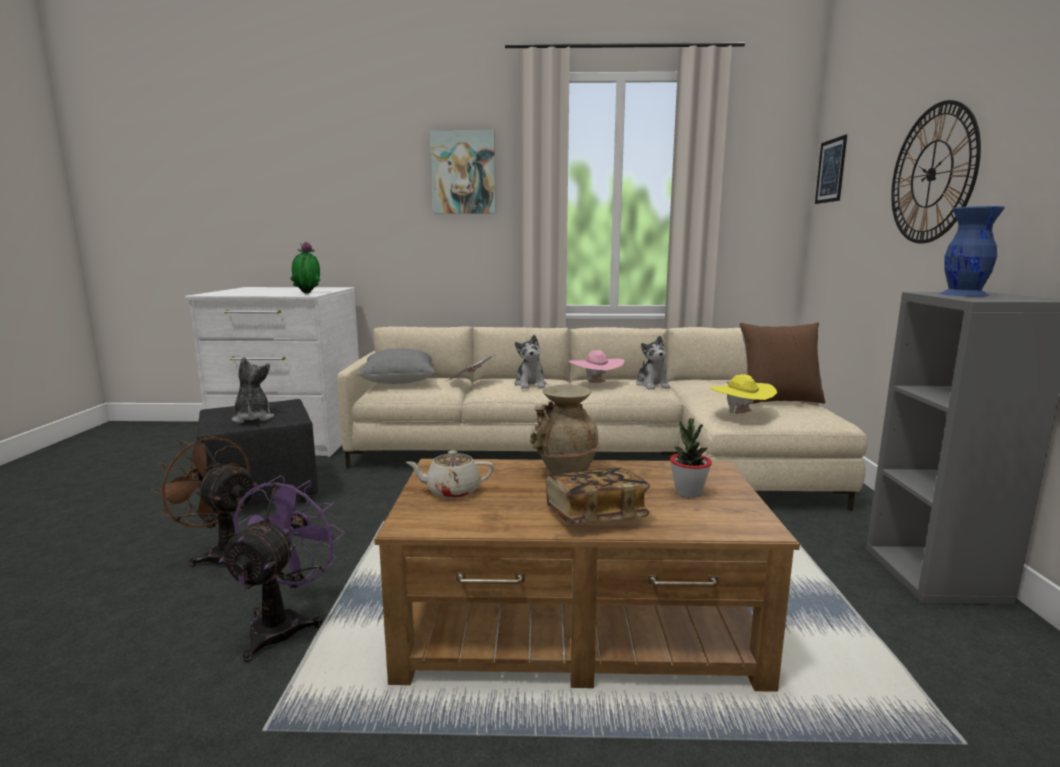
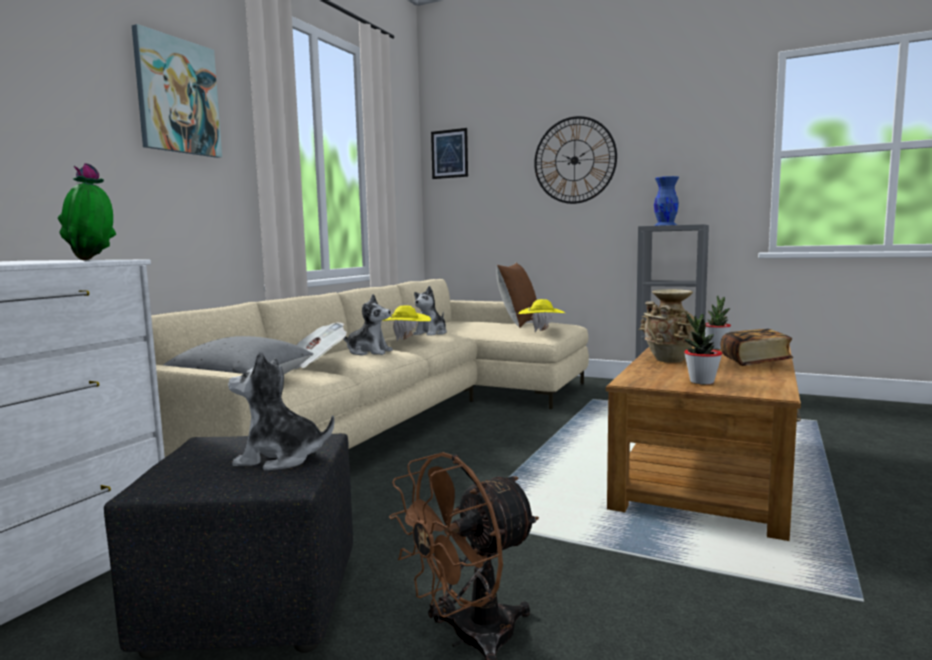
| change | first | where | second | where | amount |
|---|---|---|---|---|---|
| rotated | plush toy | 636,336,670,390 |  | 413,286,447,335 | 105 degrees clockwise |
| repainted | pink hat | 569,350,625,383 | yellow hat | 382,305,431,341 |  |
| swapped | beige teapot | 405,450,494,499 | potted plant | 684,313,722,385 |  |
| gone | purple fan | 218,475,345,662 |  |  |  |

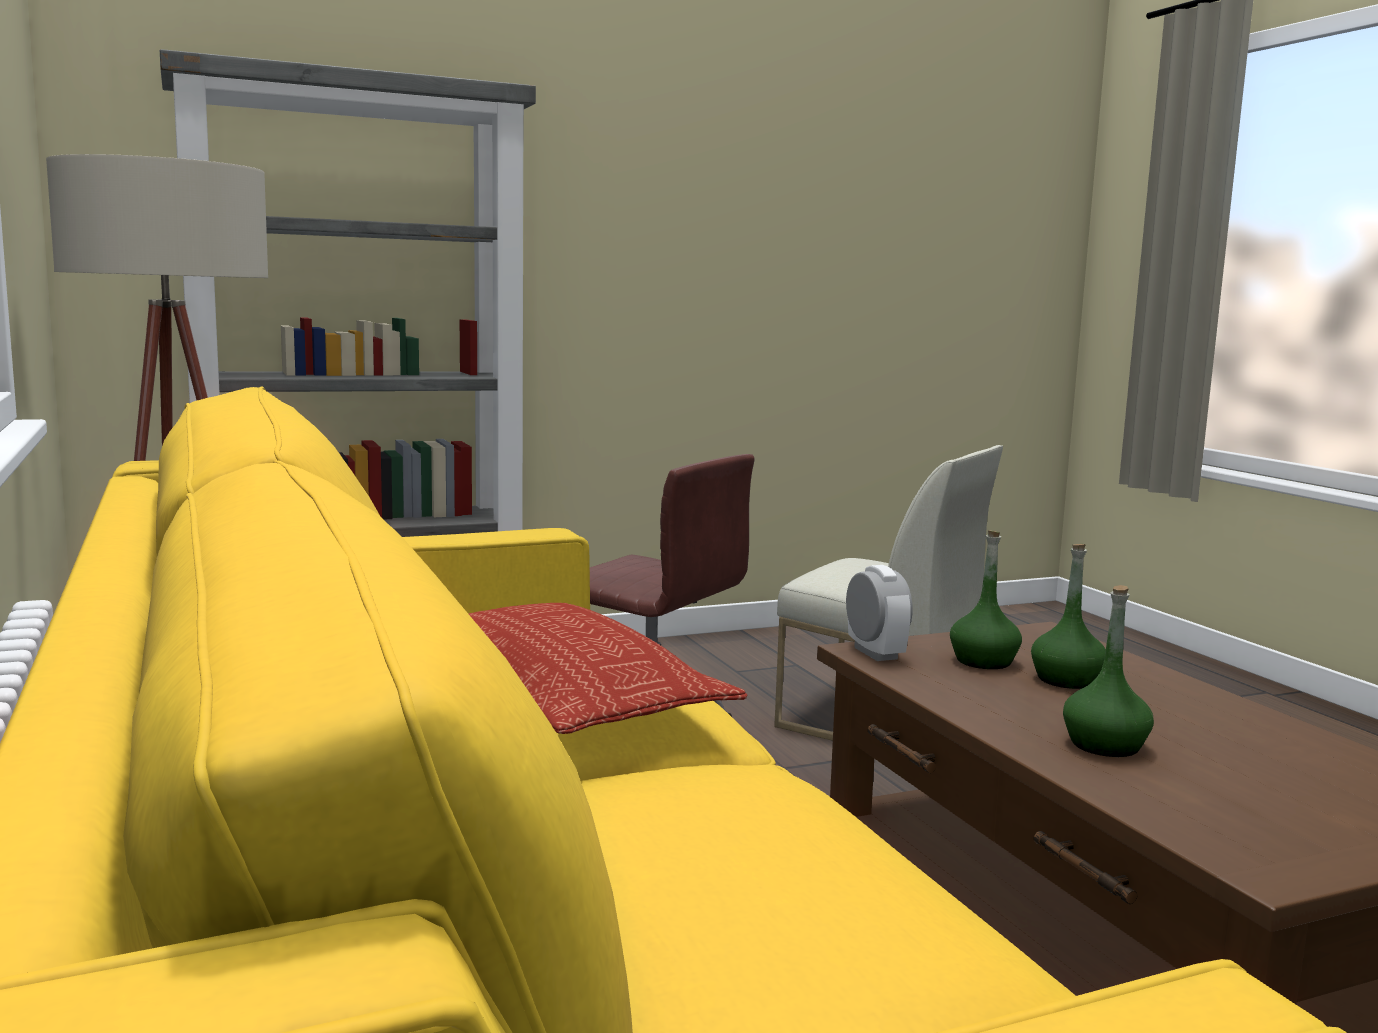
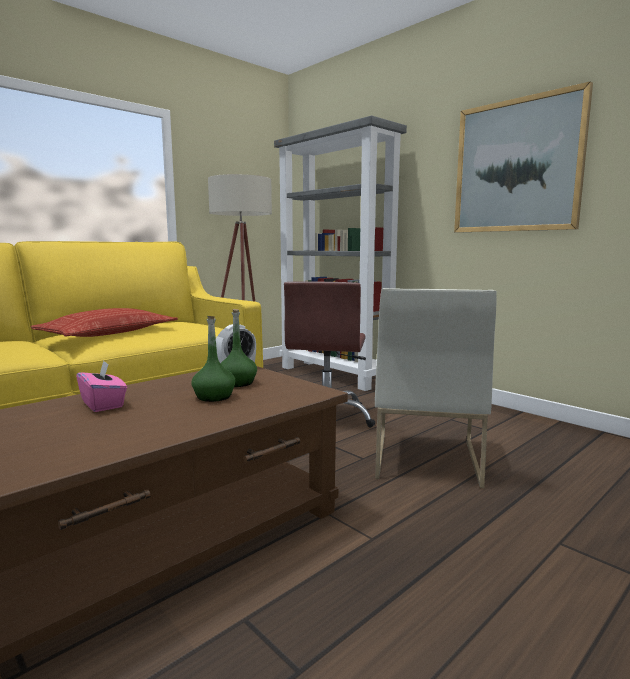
| change | first | where | second | where | amount |
|---|---|---|---|---|---|
| swapped | green bottle | 1063,585,1154,757 | pink tissue box | 76,361,127,412 |  |
| new |  |  | picture | 454,81,593,232 |  |

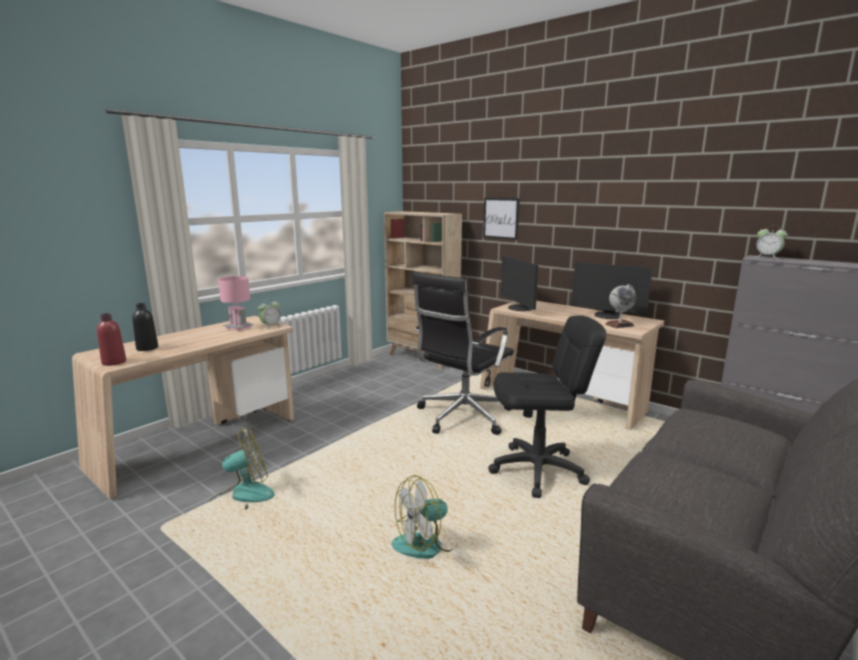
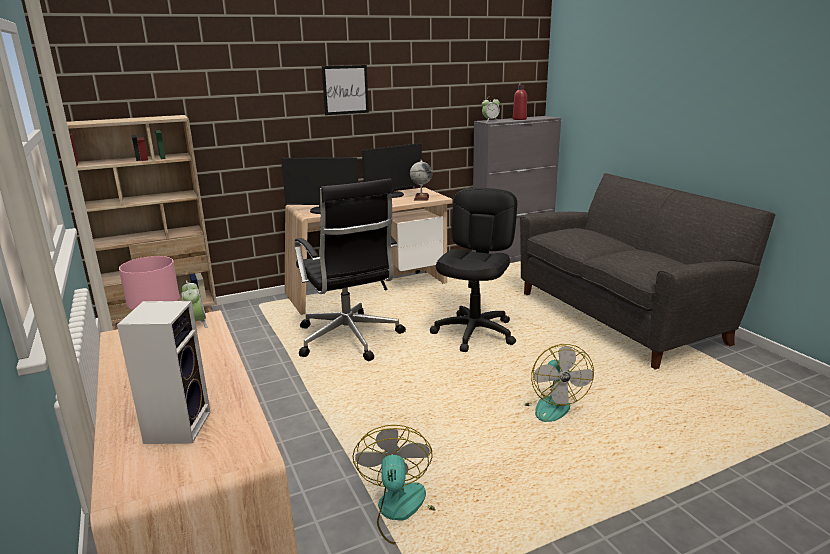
| change | first | where | second | where | amount |
|---|---|---|---|---|---|
| shifted | picture | 483,198,520,240 |  | 322,65,369,115 |  |
| swapped | black bottle | 132,303,158,351 | speaker | 117,301,211,444 |  |
| shifted | red bottle | 97,313,126,366 |  | 513,85,527,120 |  |

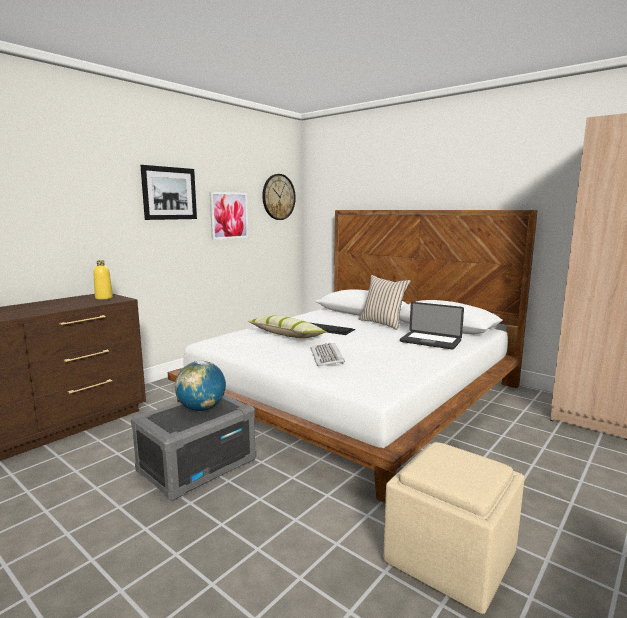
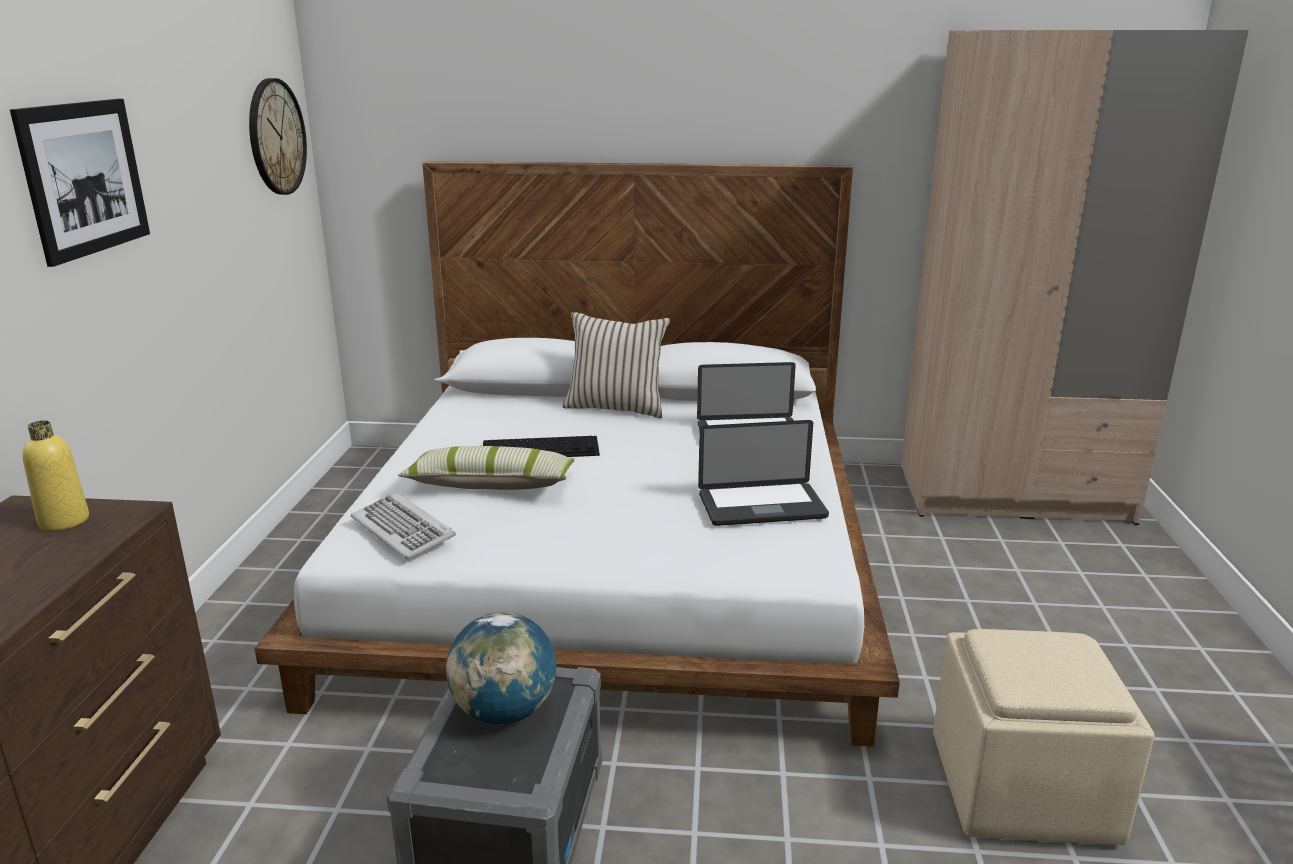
| change | first | where | second | where | amount |
|---|---|---|---|---|---|
| gone | picture | 210,192,248,240 |  |  |  |
| shifted | keyboard | 311,343,345,366 |  | 351,493,456,559 |  |
| new |  |  | laptop | 698,420,829,526 |  |

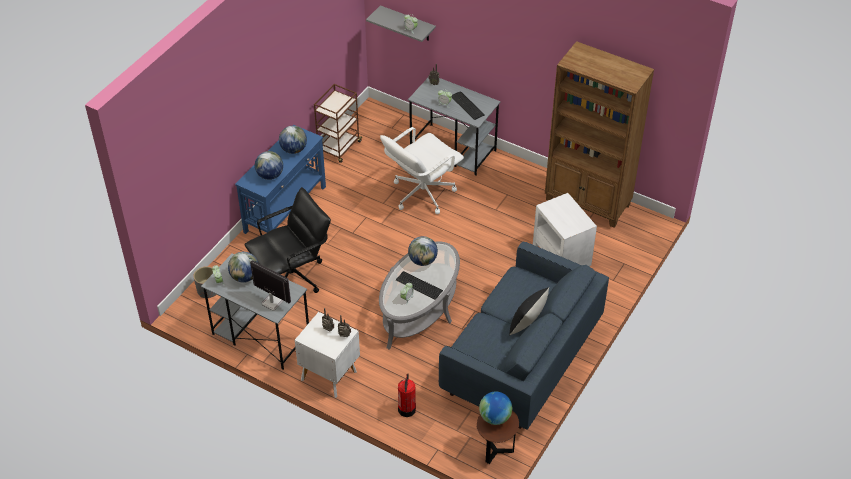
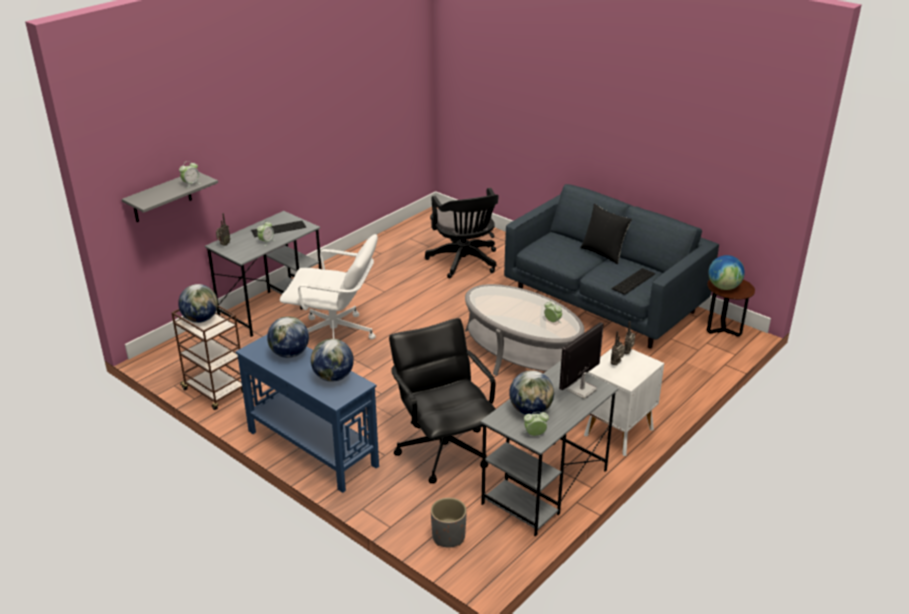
| change | first | where | second | where | amount |
|---|---|---|---|---|---|
| gone | brown bookcase | 545,41,654,228 |  |  |  |
| rotated | white office chair | 380,127,464,214 |  | 280,234,378,340 | 45 degrees counterclockwise |
| swapped | white side table | 533,193,597,266 | black office chair | 425,188,499,278 |  |
| shifted | globe | 408,236,438,266 |  | 178,284,218,323 |  |
| shifted | keyboard | 396,271,443,300 |  | 611,268,655,295 |  |
| gone | fire extinguisher | 398,373,416,417 |  |  |  |

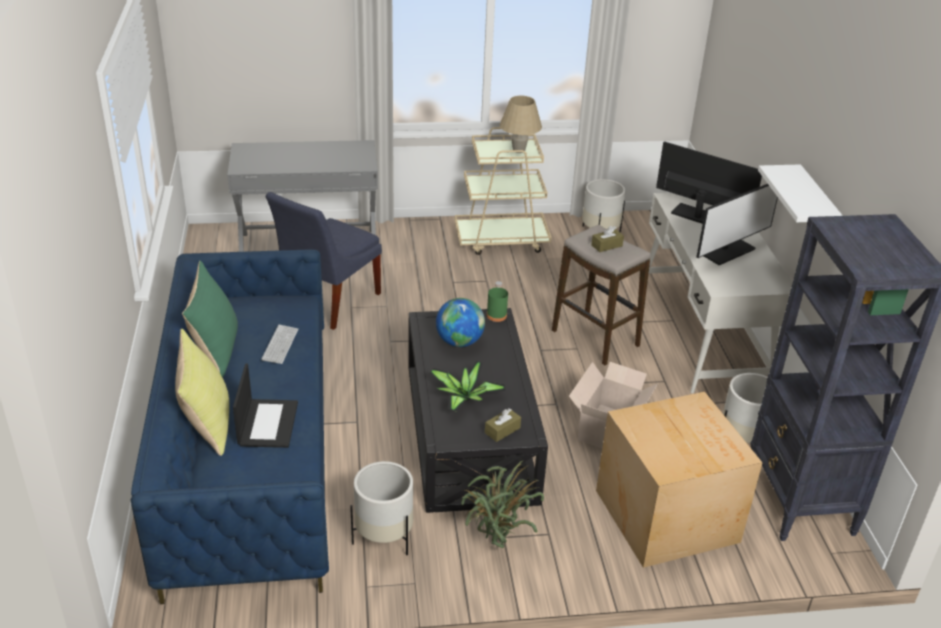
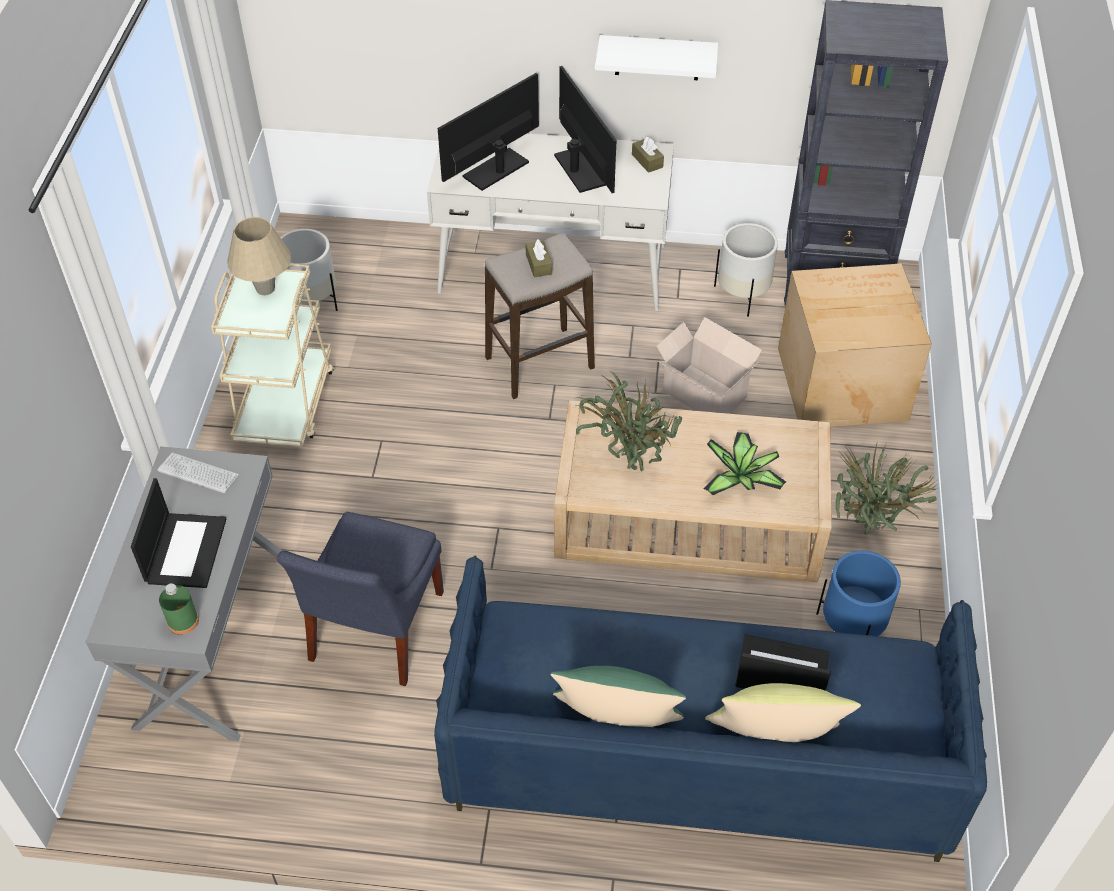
| change | first | where | second | where | amount |
|---|---|---|---|---|---|
| rotated | blue chair | 266,192,382,330 |  | 277,512,444,686 | 60 degrees clockwise |
| shifted | green bottle | 487,281,508,322 |  | 159,583,199,635 |  |
| swapped | globe | 436,298,485,347 | potted plant | 574,369,682,471 |  |
| repainted | black coffee table | 408,308,548,513 | beige coffee table | 554,400,832,582 |  |
| shifted | keyboard | 261,325,298,364 |  | 157,453,239,493 |  |
| shifted | brown tissue box | 485,408,521,442 |  | 632,137,664,173 |  |
| repainted | white planter | 350,461,413,555 | blue planter | 816,551,901,636 |  |
| new |  |  | laptop | 131,478,226,588 |  |

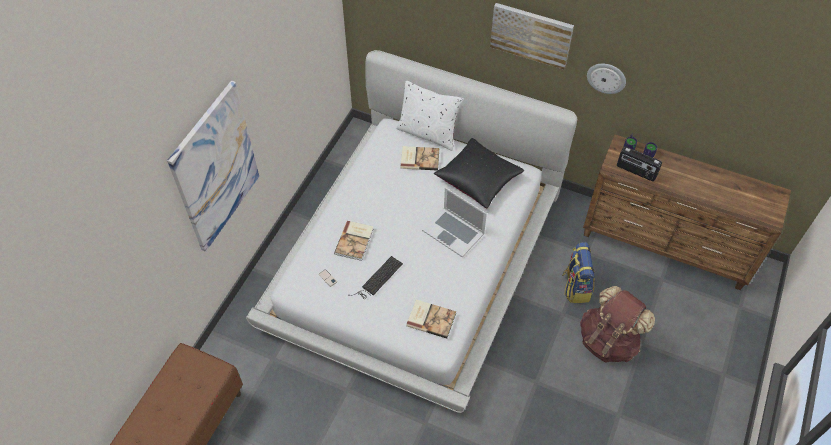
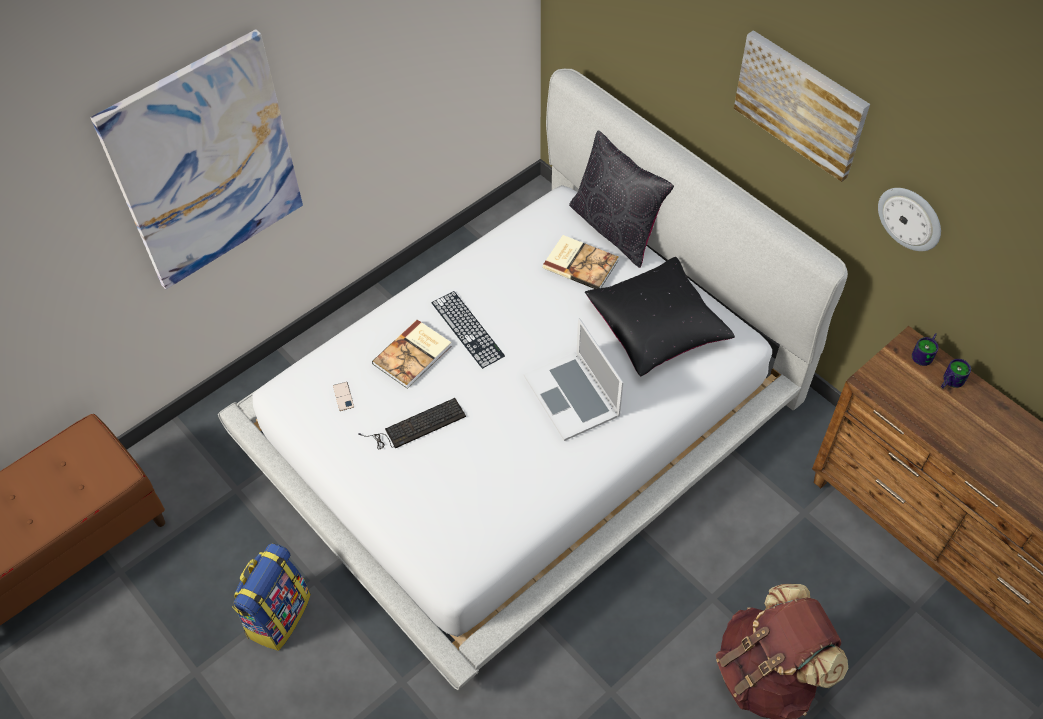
| change | first | where | second | where | amount |
|---|---|---|---|---|---|
| repainted | white pillow | 396,81,464,151 | black pillow | 569,131,674,268 |  |
| gone | radio | 617,146,662,181 |  |  |  |
| shifted | backpack | 562,242,595,303 |  | 232,543,311,651 |  |
| gone | book | 406,299,456,339 |  |  |  |
| new |  |  | keyboard | 432,291,505,369 |  |

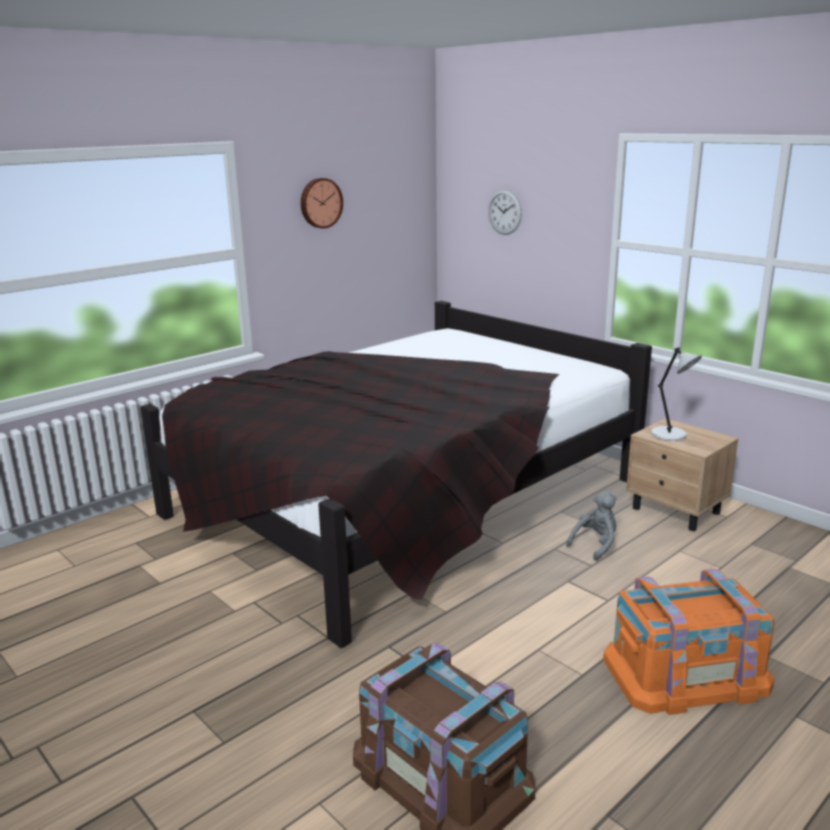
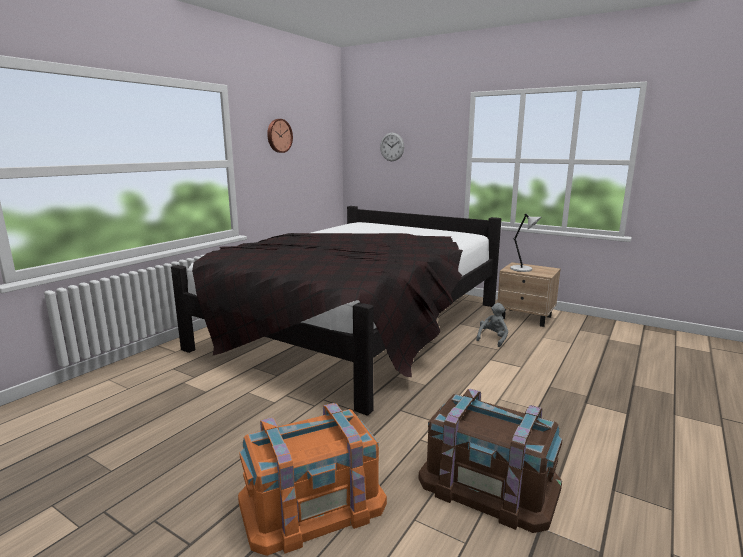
| change | first | where | second | where | amount |
|---|---|---|---|---|---|
| shifted | orange storage box | 603,569,774,715 |  | 238,403,387,556 |  |

